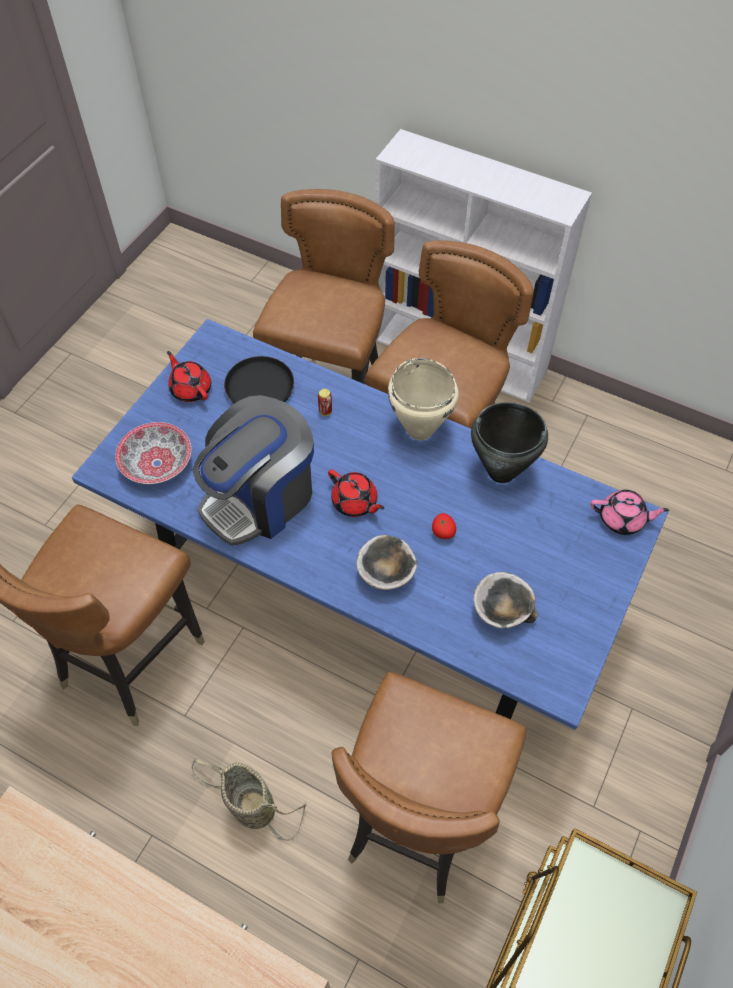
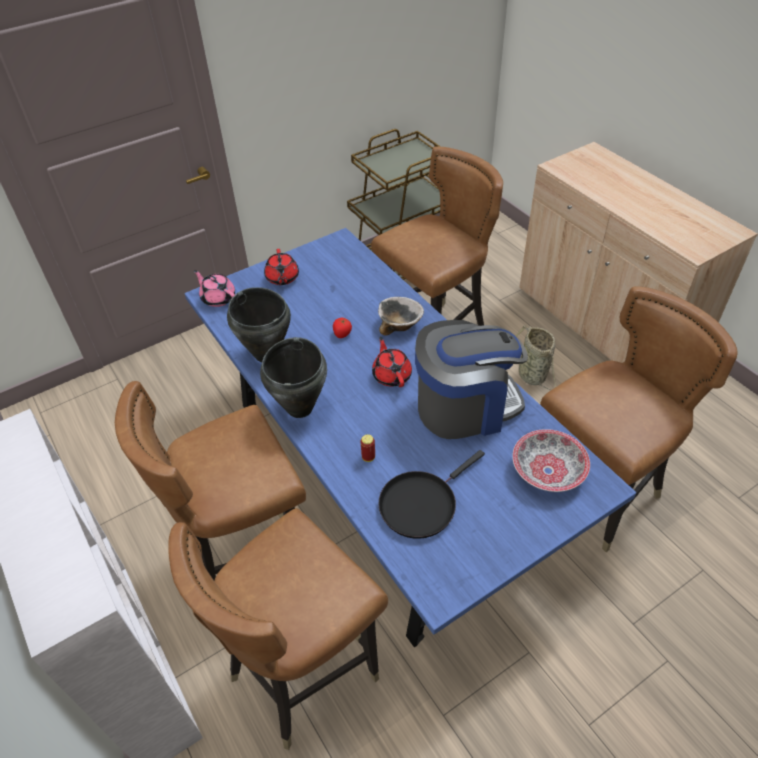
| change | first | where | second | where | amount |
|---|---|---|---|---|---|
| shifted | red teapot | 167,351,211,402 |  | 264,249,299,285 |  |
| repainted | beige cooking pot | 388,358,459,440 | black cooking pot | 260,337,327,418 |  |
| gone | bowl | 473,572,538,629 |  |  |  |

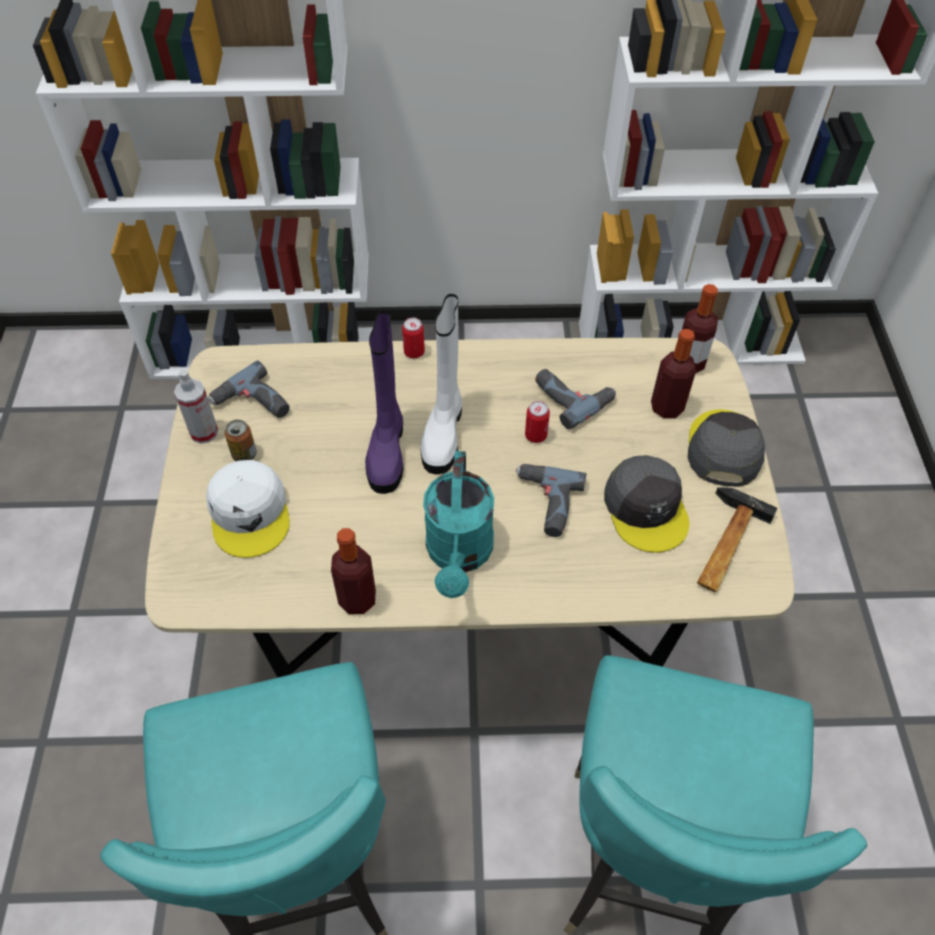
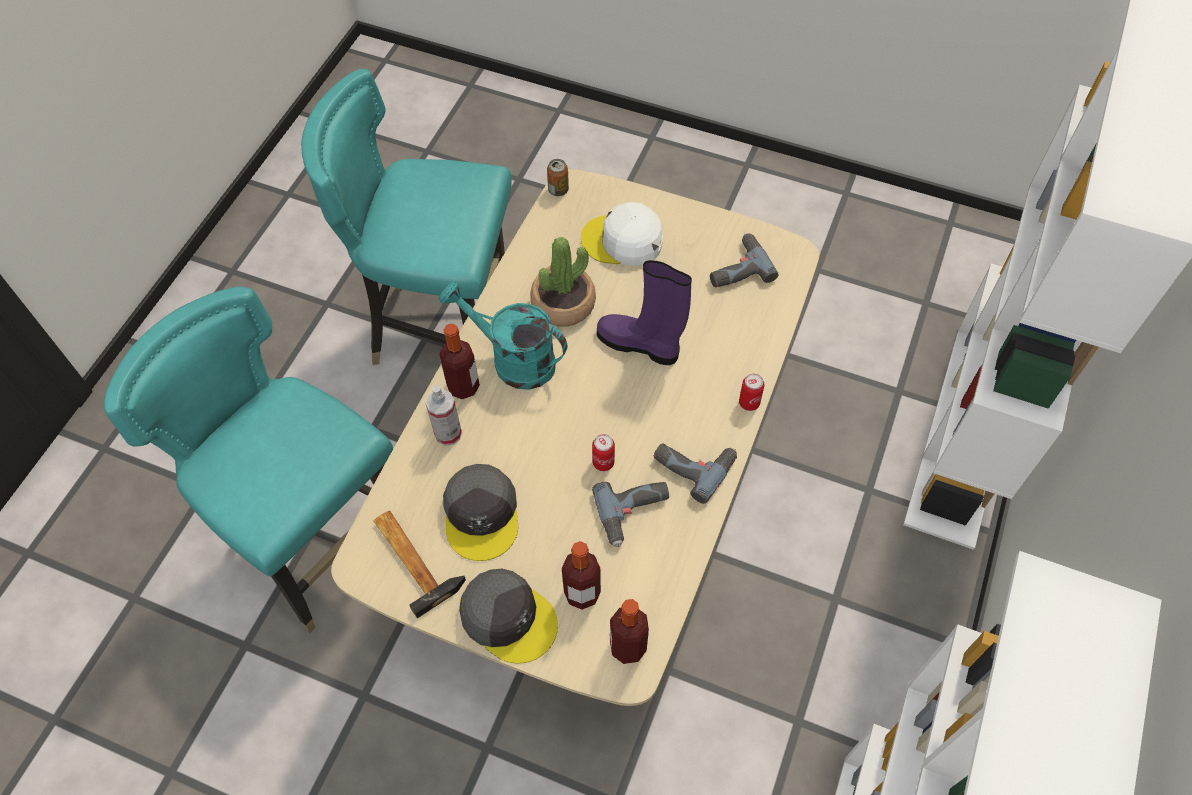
| change | first | where | second | where | amount |
|---|---|---|---|---|---|
| gone | white boot | 420,294,462,474 |  |  |  |
| shifted | spray bottle | 174,369,218,444 |  | 426,385,462,446 |  |
| shifted | can | 225,420,257,461 |  | 547,159,569,196 |  |
| rotated | grey cap | 604,455,689,553 |  | 443,464,518,561 | 105 degrees counterclockwise |
| shifted | power drill | 516,464,587,537 |  | 654,444,737,504 |  |
| shifted | bottle | 331,528,376,614 |  | 439,323,480,399 |  |
| new |  |  | potted plant | 530,237,596,327 |  |

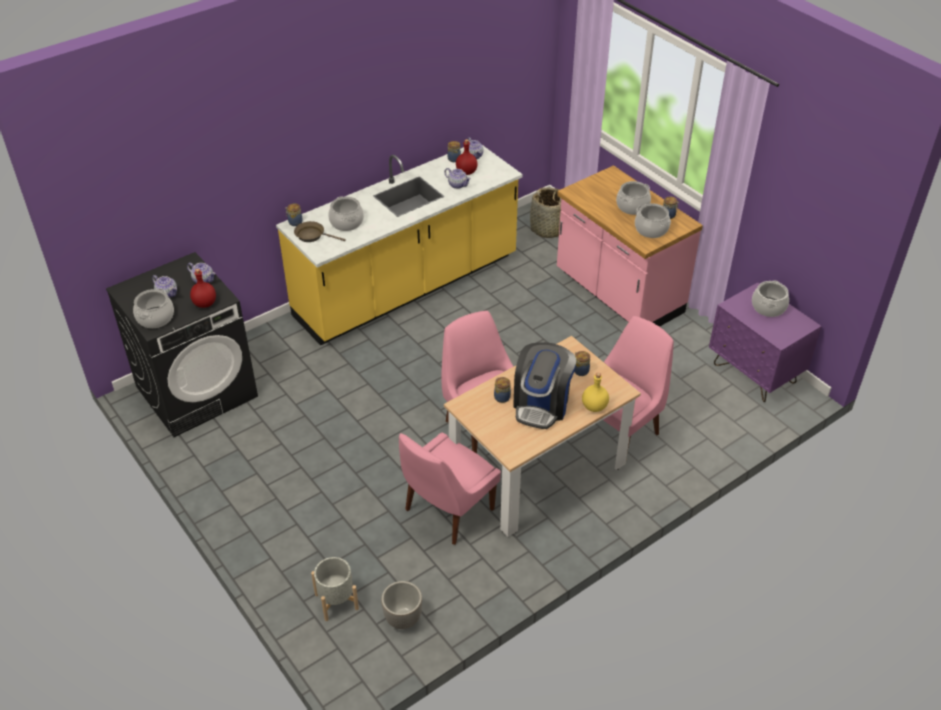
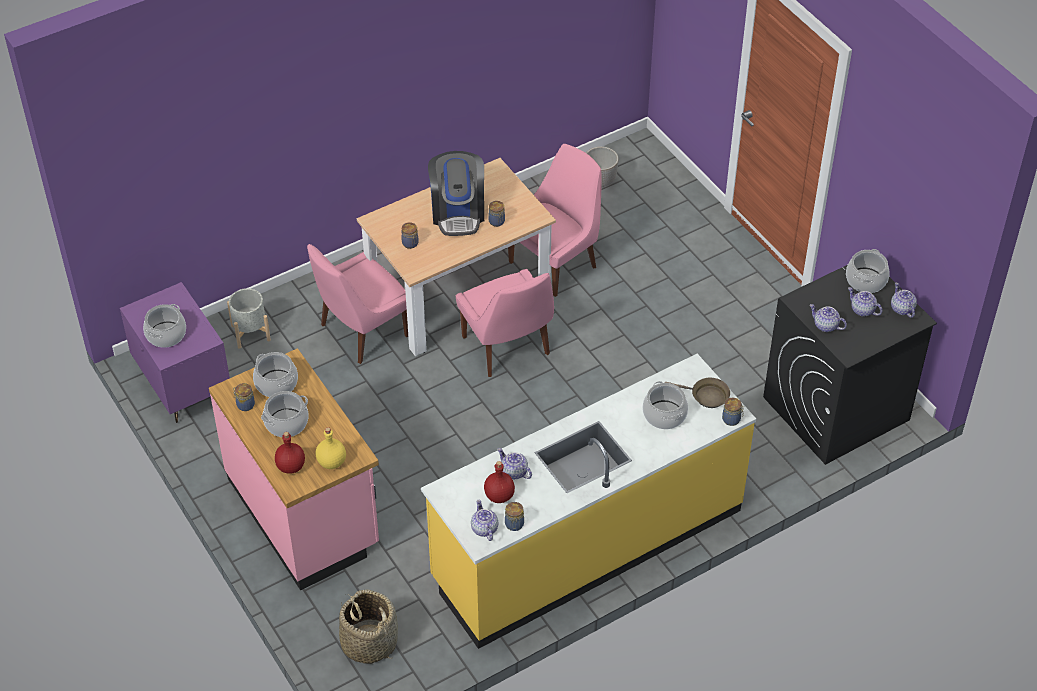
| change | first | where | second | where | amount |
|---|---|---|---|---|---|
| shifted | red bottle | 190,269,216,308 |  | 275,432,305,474 |  |
| rotated | coffee machine | 513,342,576,429 |  | 428,151,484,236 | 150 degrees clockwise |
| shifted | yellow bottle | 582,373,609,412 |  | 315,427,346,469 |  |
| shifted | grey planter | 311,557,359,621 |  | 227,288,271,349 |  |
| new |  |  | teapot | 891,282,917,318 |  |

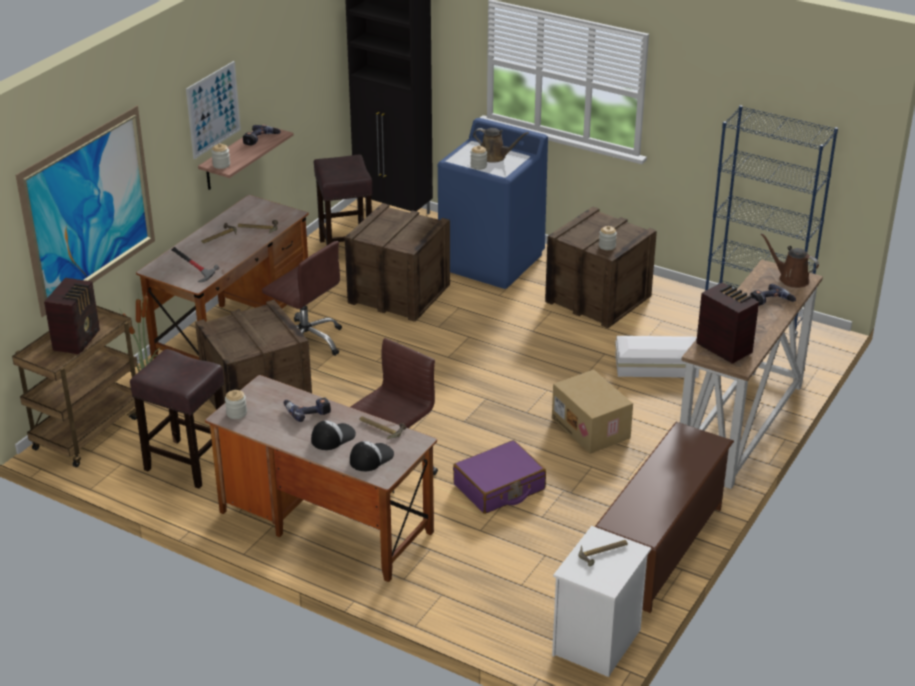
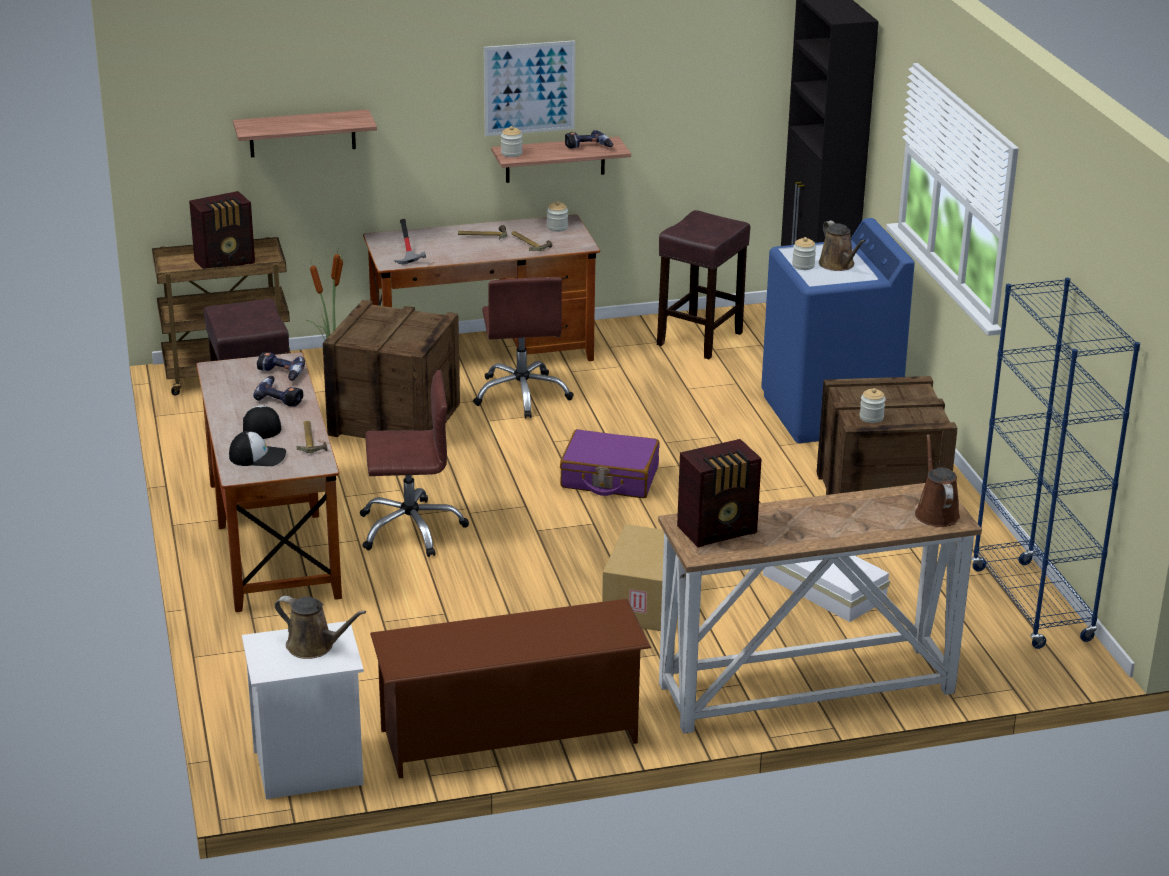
| change | first | where | second | where | amount |
|---|---|---|---|---|---|
| swapped | picture | 16,106,155,317 | shelf | 233,110,377,157 |  |
| gone | crate | 345,203,450,322 |  |  |  |
| rotated | radio | 696,282,759,364 |  | 677,439,762,547 | 60 degrees clockwise |
| shifted | power drill | 750,284,796,306 |  | 257,352,305,381 |  |
| shifted | jar | 225,390,247,419 |  | 547,201,568,232 |  |
| rotated | cap | 311,420,356,450 |  | 243,405,281,439 | 105 degrees counterclockwise |
| shifted | purple suitcase | 453,440,546,514 |  | 560,429,660,498 |  |
| swapped | hammer | 579,540,628,567 | brown watering can | 275,596,366,659 |  |

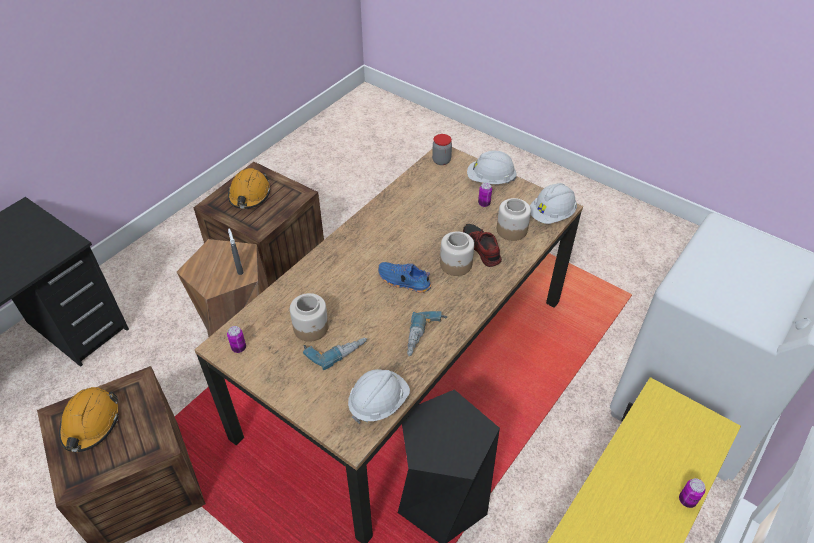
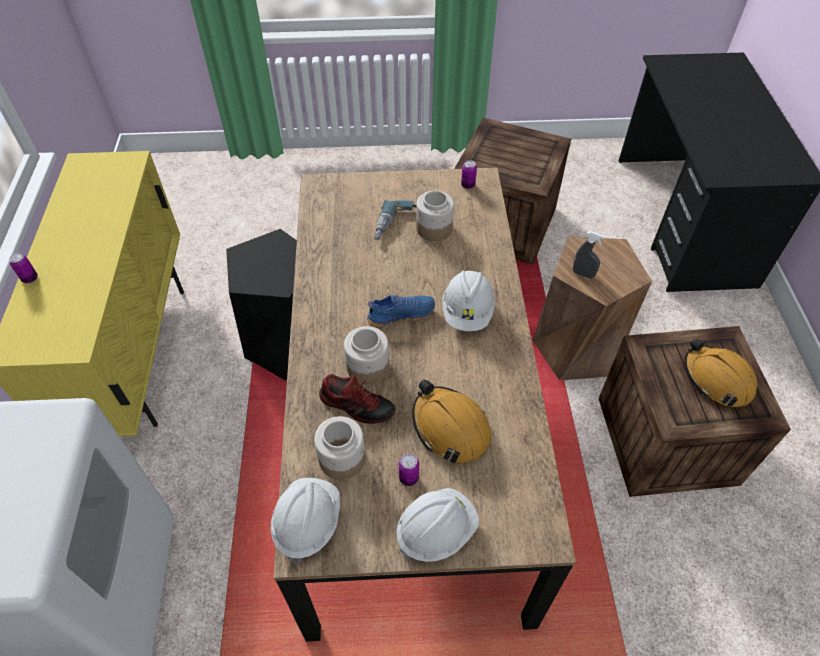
| change | first | where | second | where | amount |
|---|---|---|---|---|---|
| gone | jar | 432,134,452,165 |  |  |  |
| gone | power drill | 407,311,447,357 |  |  |  |
| shifted | white hard hat | 348,369,410,424 |  | 442,270,495,331 |  |
| shifted | orange hard hat | 59,387,119,452 |  | 412,380,491,463 |  |

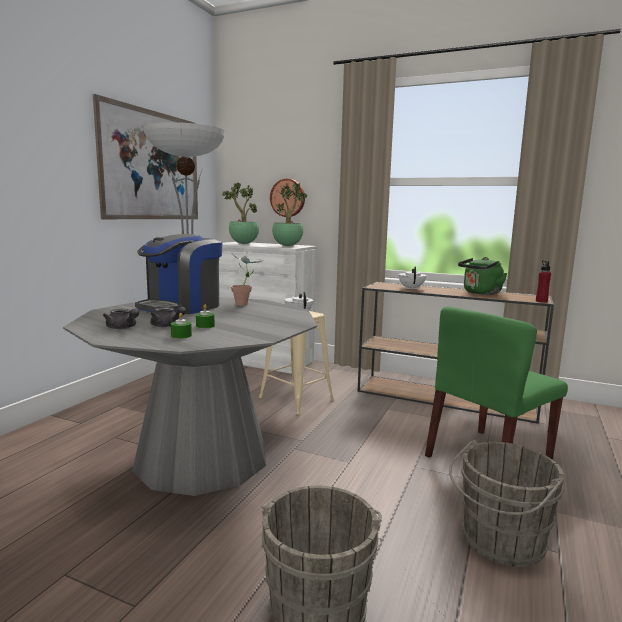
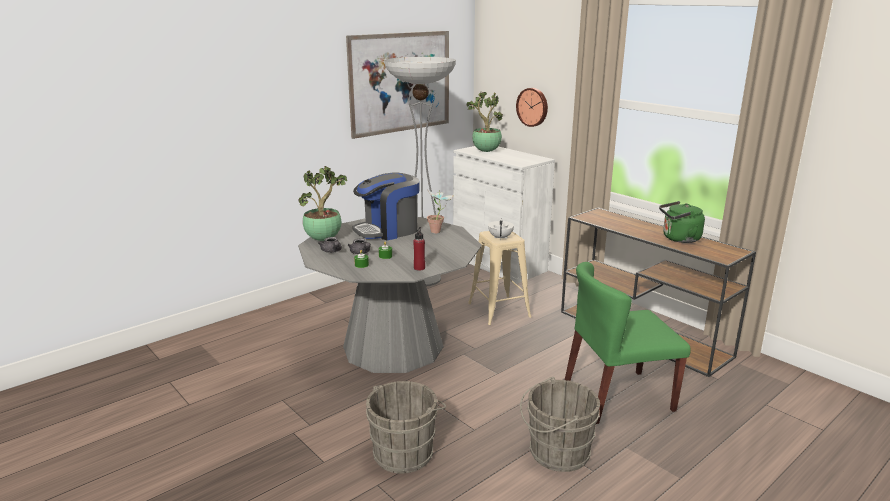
| change | first | where | second | where | amount |
|---|---|---|---|---|---|
| shifted | potted plant | 272,183,307,246 |  | 298,166,347,241 |  |
| shifted | red bottle | 536,260,551,302 |  | 413,227,425,271 |  |
| gone | white teapot | 399,267,426,290 |  |  |  |

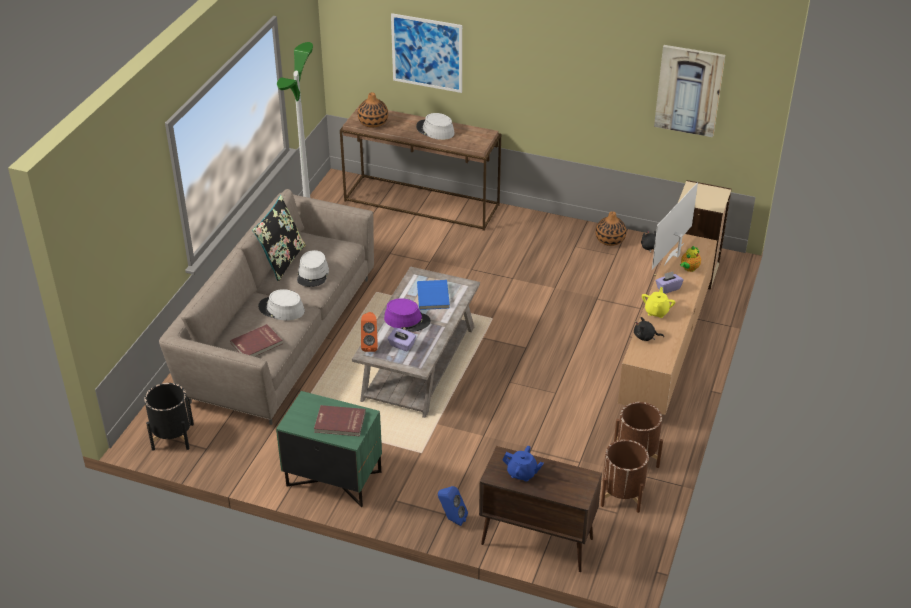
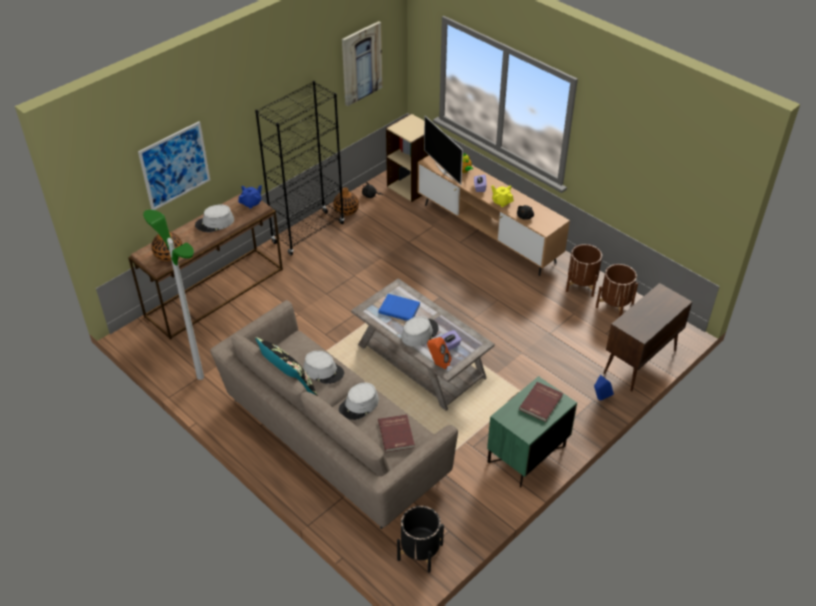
| change | first | where | second | where | amount |
|---|---|---|---|---|---|
| repainted | purple hat | 384,298,431,332 | grey hat | 401,316,439,347 |  |
| shifted | blue teapot | 502,446,544,482 |  | 238,185,262,208 |  |
| new |  |  | black bookcase | 255,81,345,255 |  |

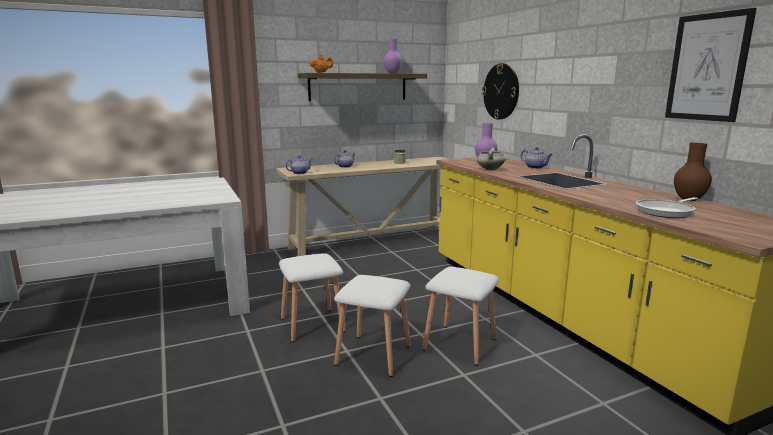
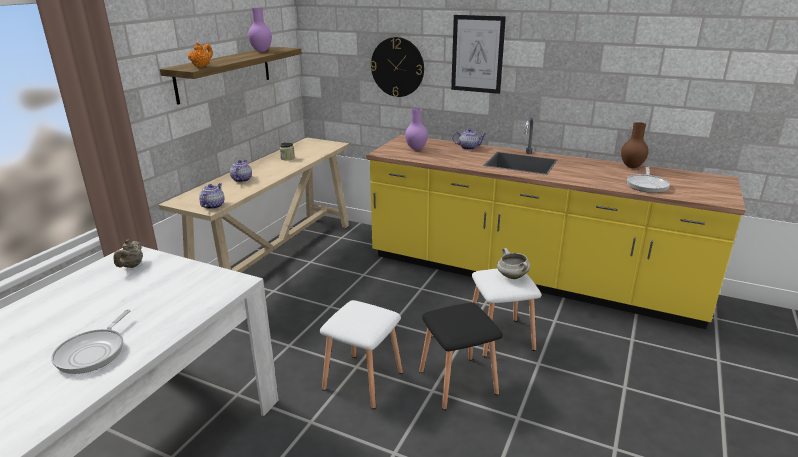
| change | first | where | second | where | amount |
|---|---|---|---|---|---|
| shifted | picture | 665,8,756,122 |  | 451,15,506,94 |  |
| shifted | white cooking pot | 477,148,505,170 |  | 497,248,531,279 |  |
| repainted | white stool | 334,275,411,377 | black stool | 419,302,503,410 |  |
| new |  |  | beige teapot | 114,240,143,268 |  |
| new |  |  | frying pan | 51,309,131,374 |  |

